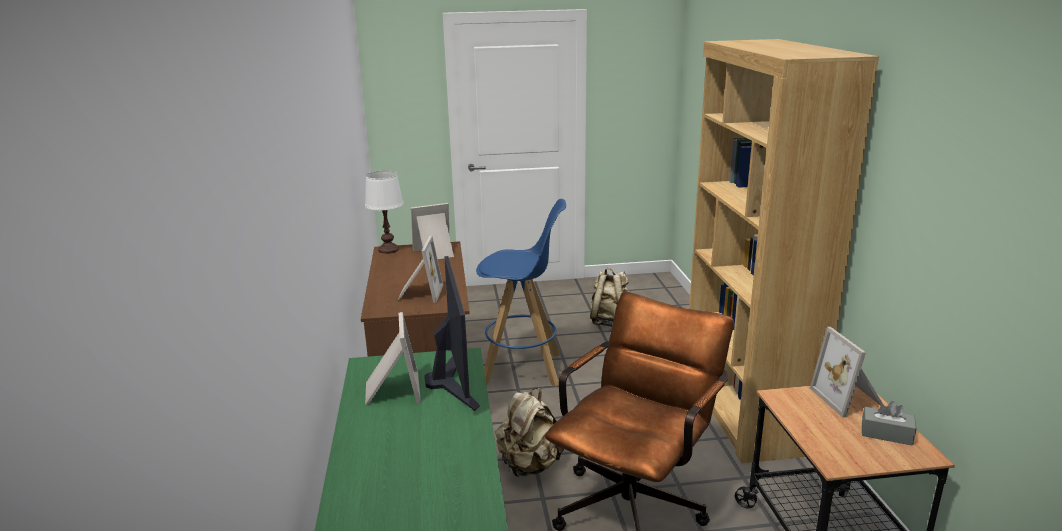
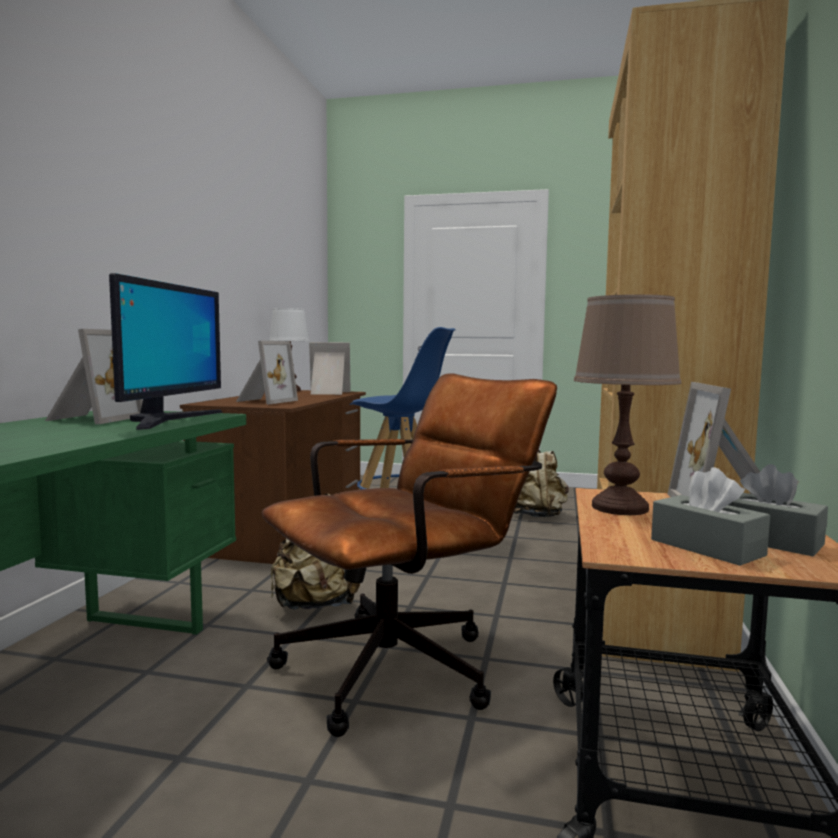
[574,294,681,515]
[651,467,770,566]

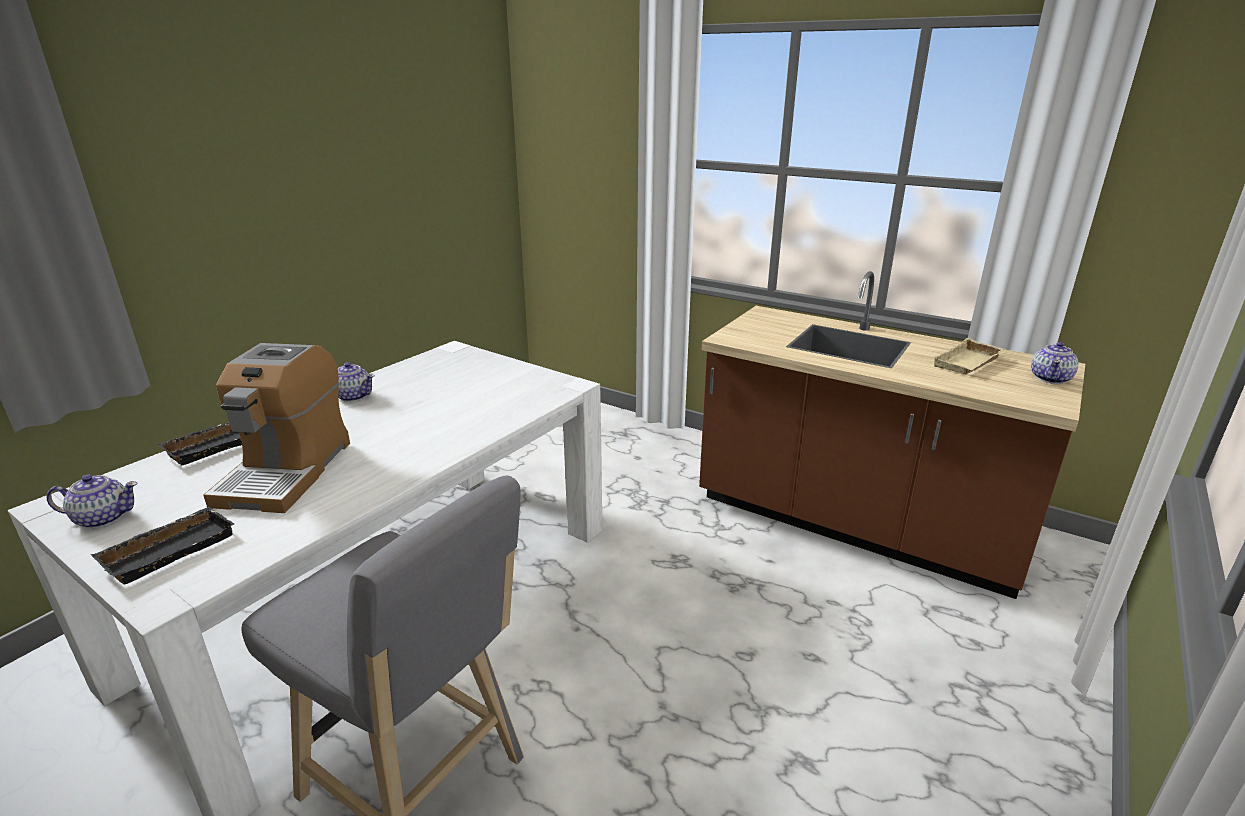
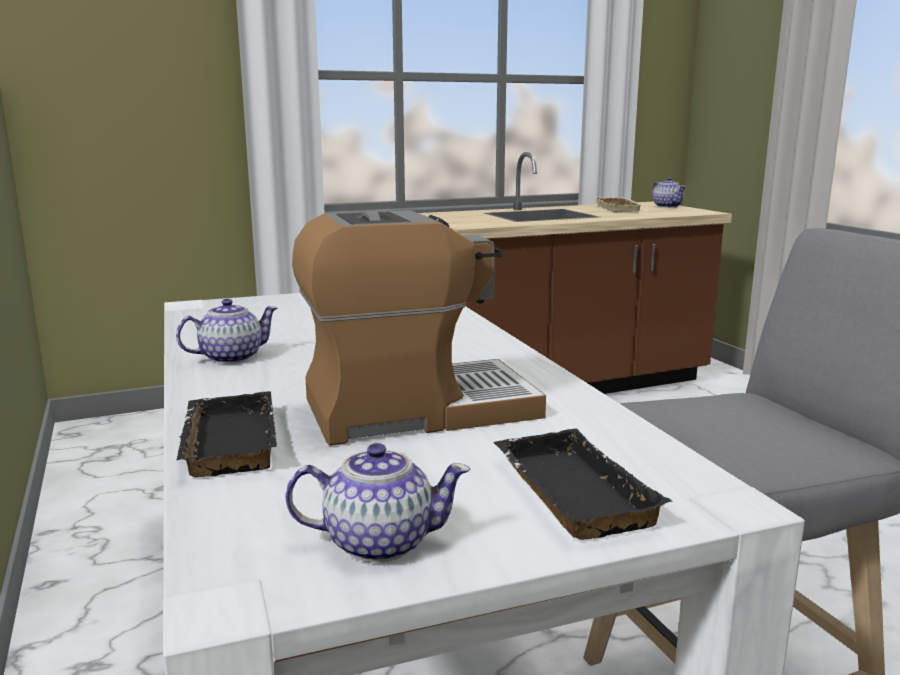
[292,210,546,446]
[285,443,471,563]

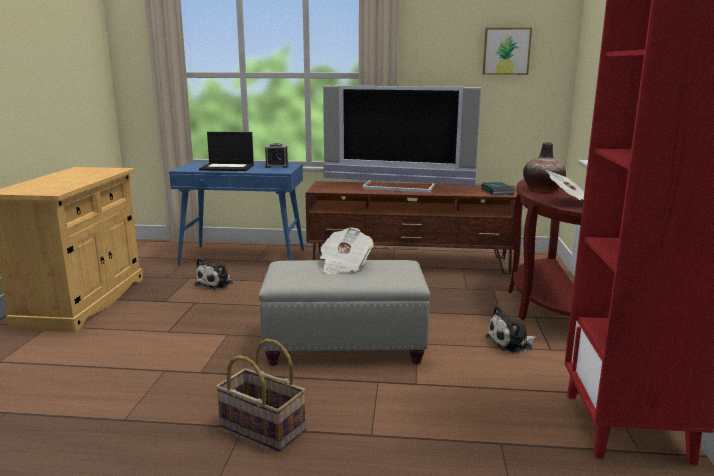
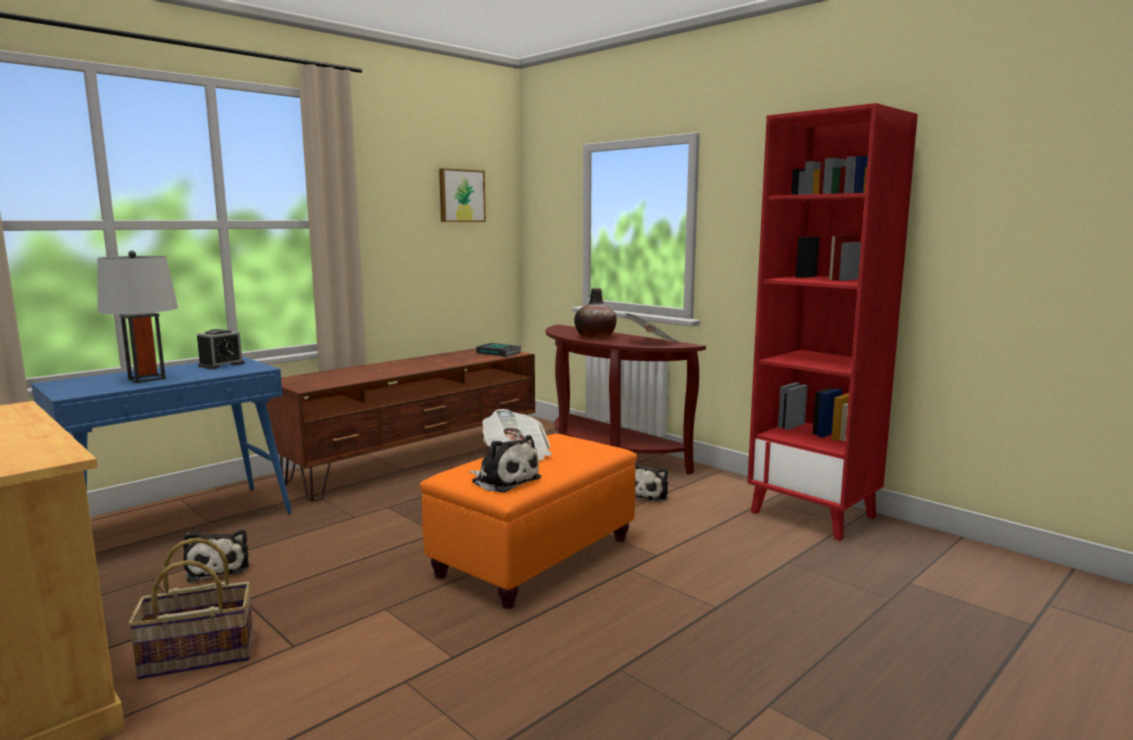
[323,85,482,192] (first image)
[98,251,178,383]
[420,434,637,609]
[128,538,254,680]
[469,435,541,493]

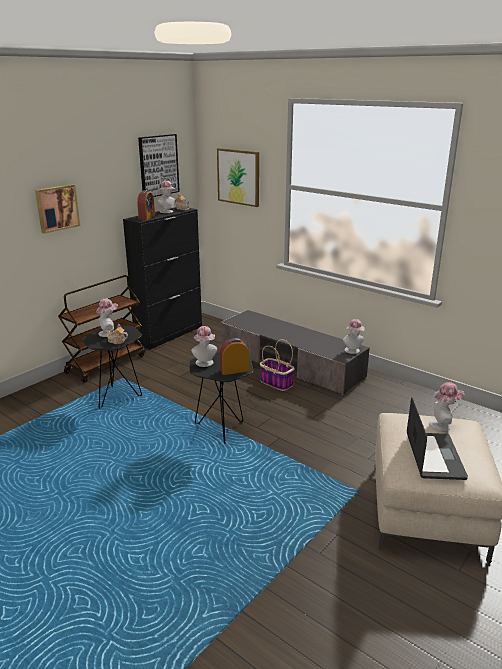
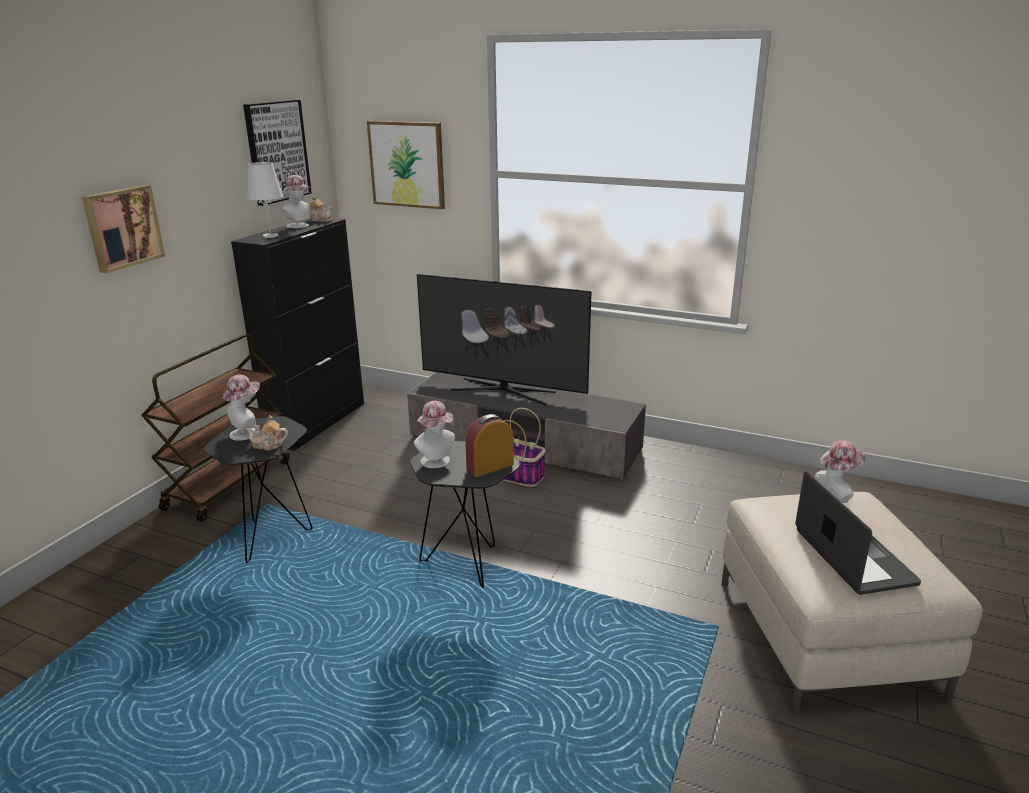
[247,162,283,238]
[343,319,365,354] (first image)
[417,274,591,405]

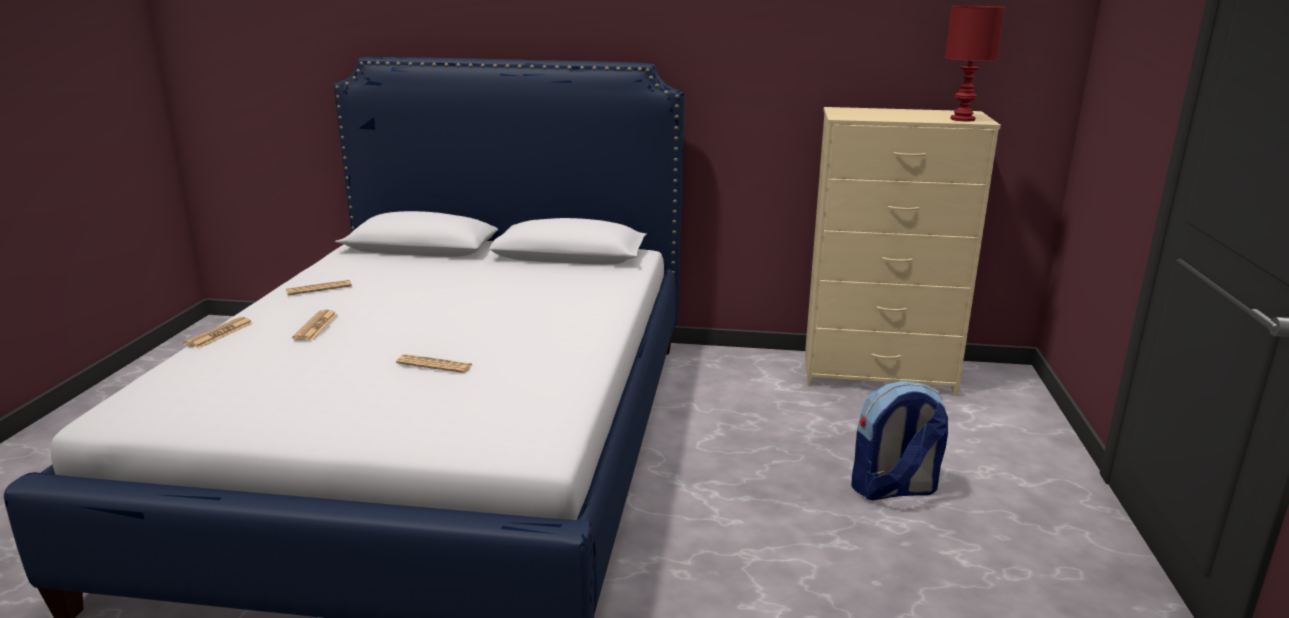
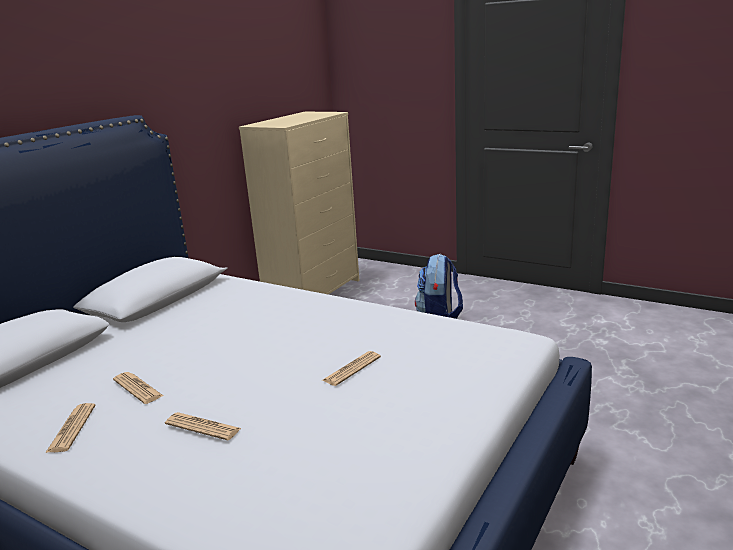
[945,6,1005,121] (first image)
[113,372,163,404]

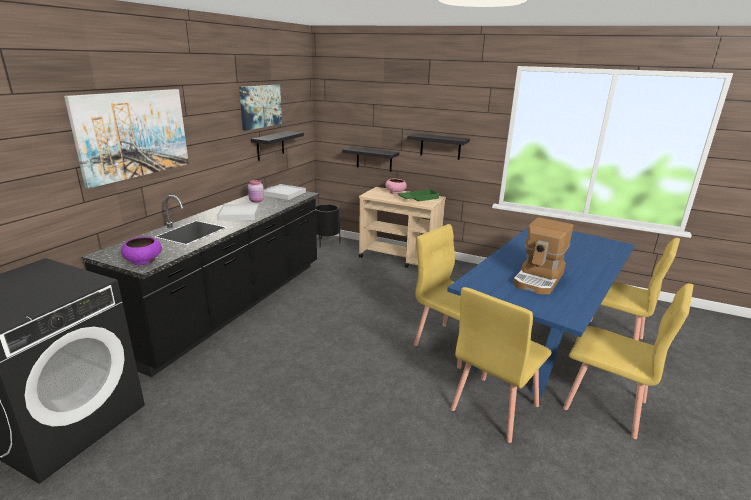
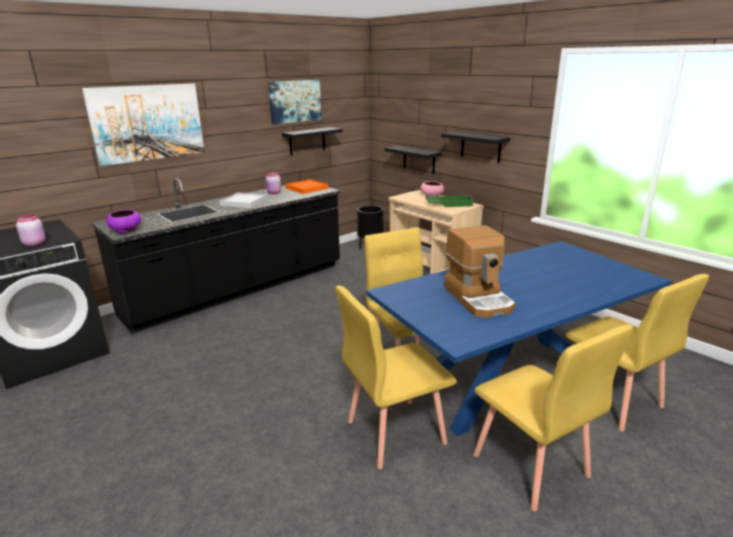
[286,179,328,194]
[444,225,515,318]
[16,215,46,246]

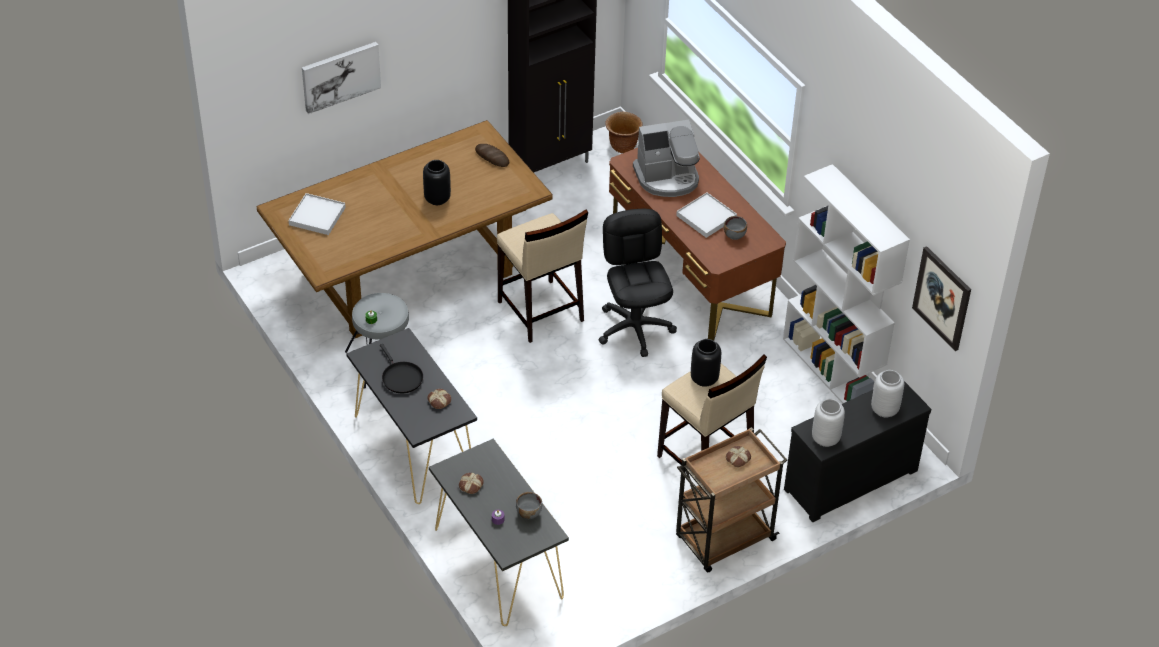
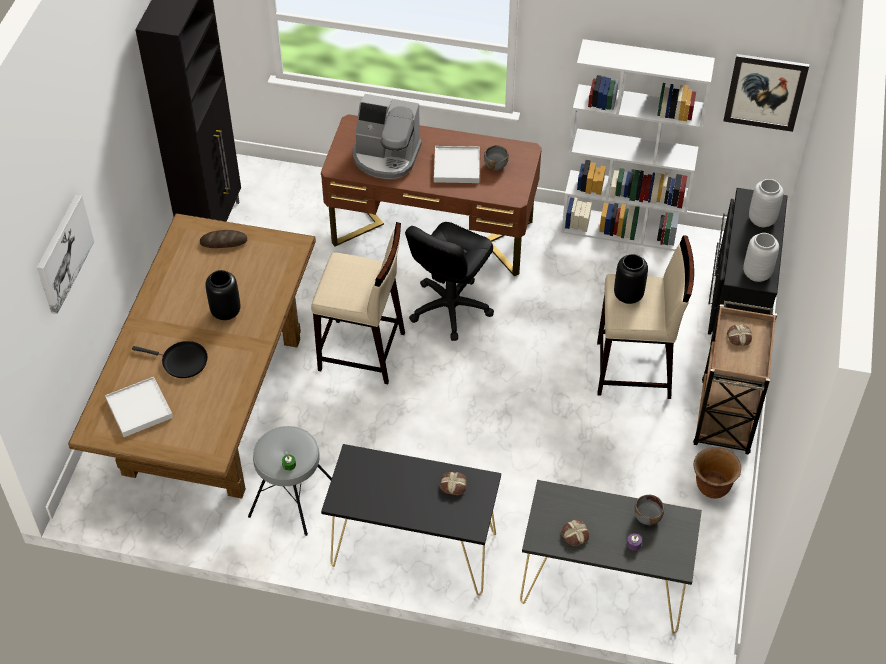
[694,447,741,499]
[352,94,422,179]
[405,222,494,341]
[132,341,208,378]

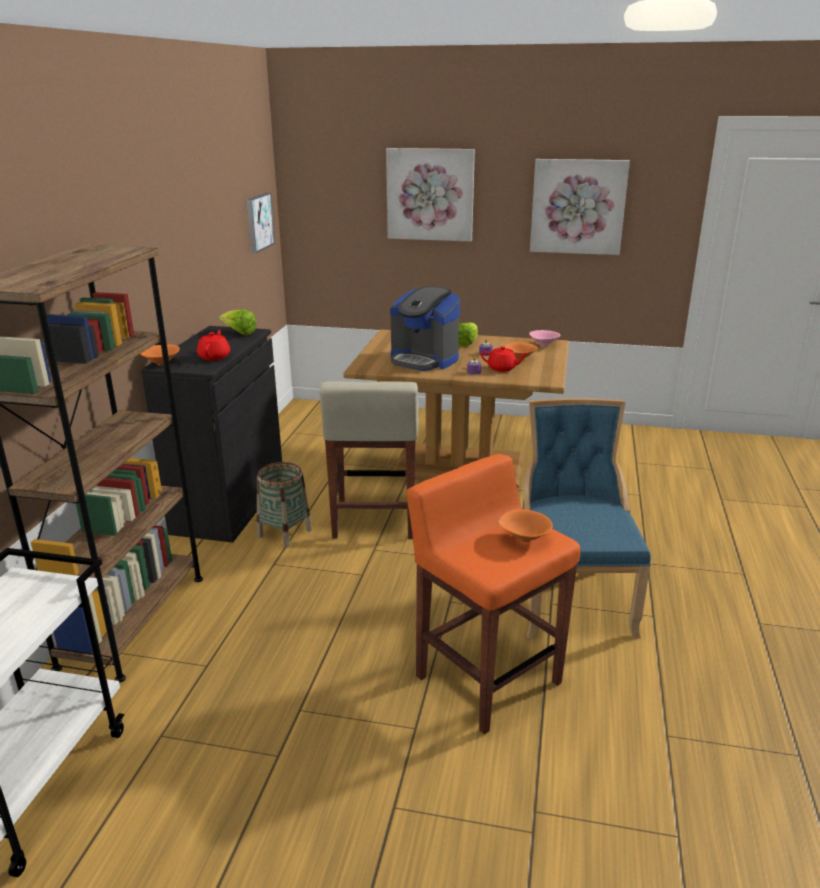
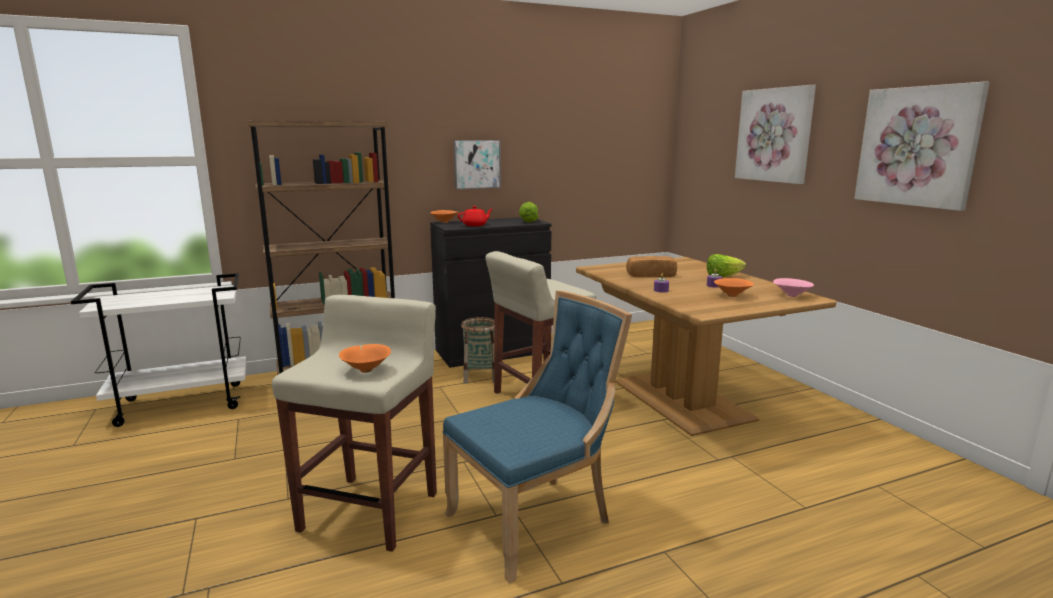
[454,140,501,189]
[626,256,677,277]
[481,346,527,372] (first image)
[272,295,437,552]

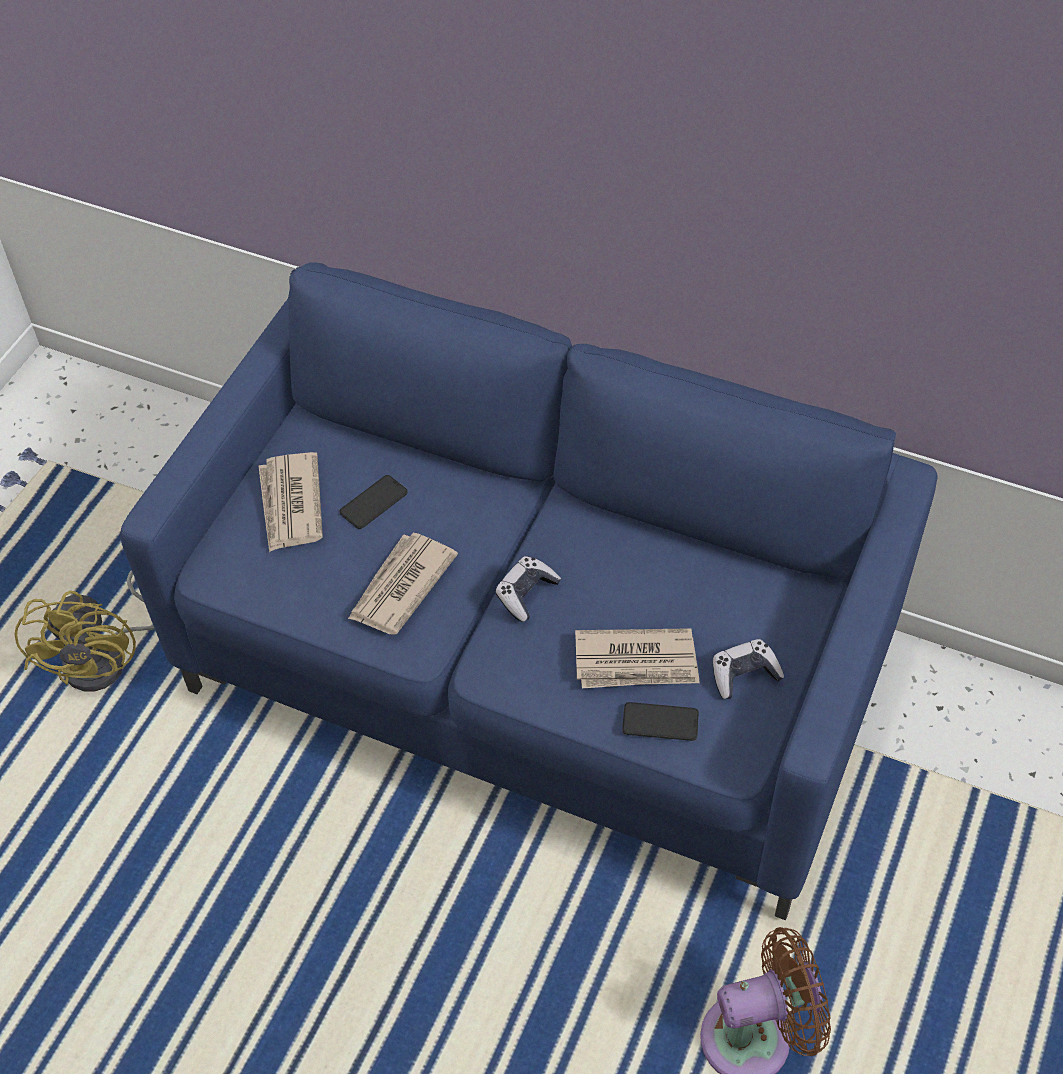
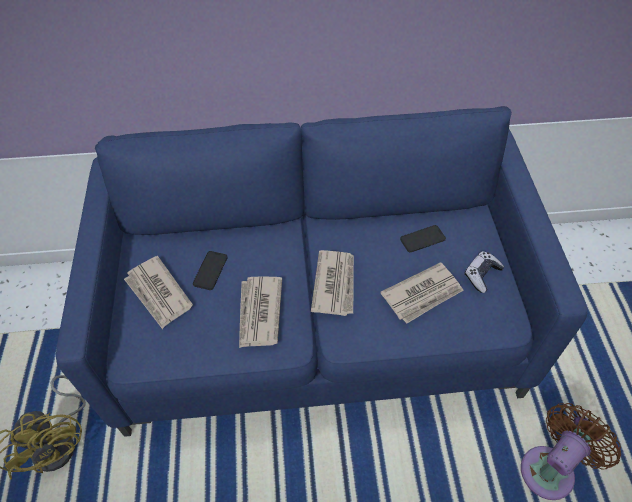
[311,250,354,316]
[400,225,446,253]

